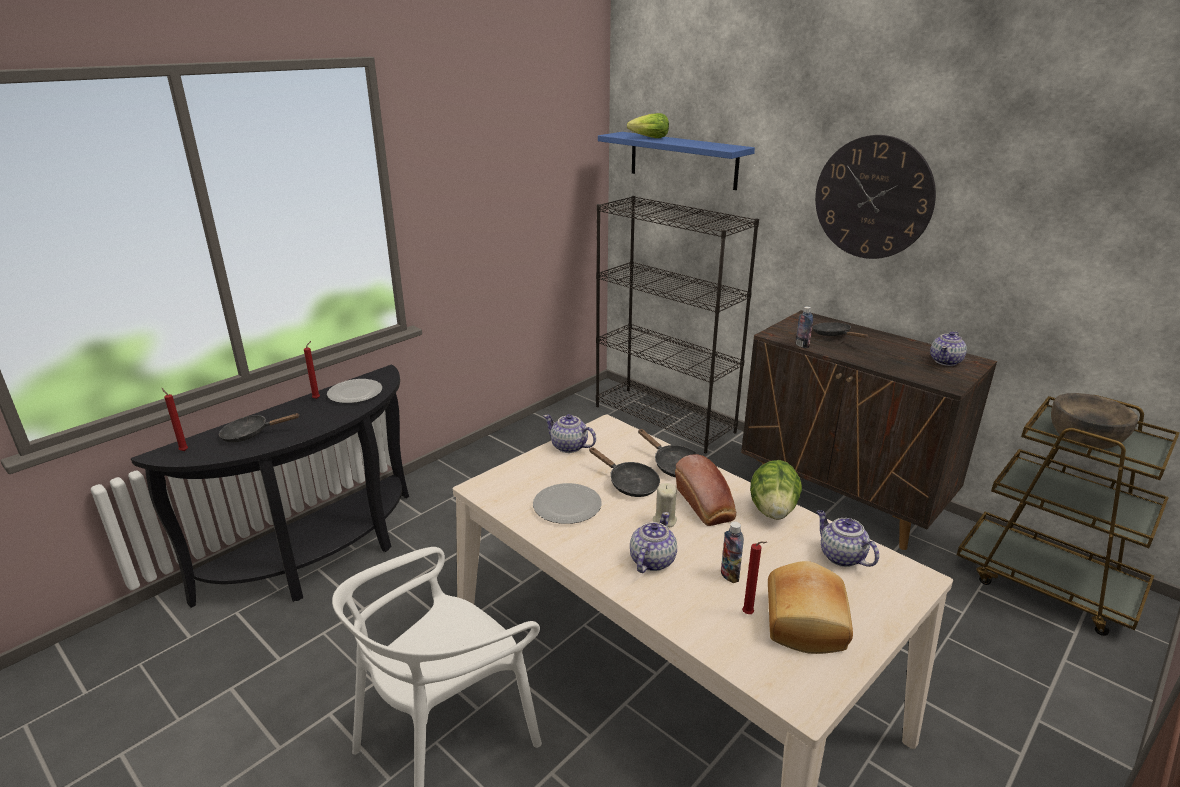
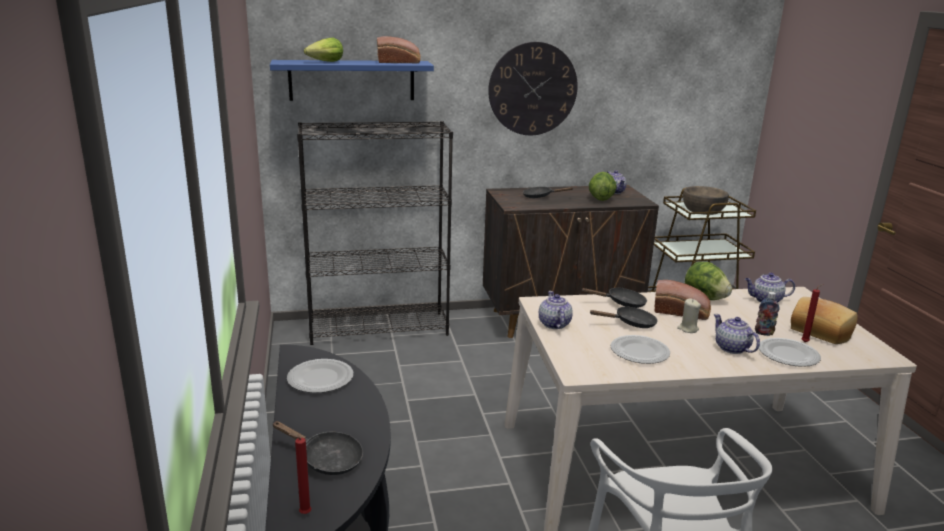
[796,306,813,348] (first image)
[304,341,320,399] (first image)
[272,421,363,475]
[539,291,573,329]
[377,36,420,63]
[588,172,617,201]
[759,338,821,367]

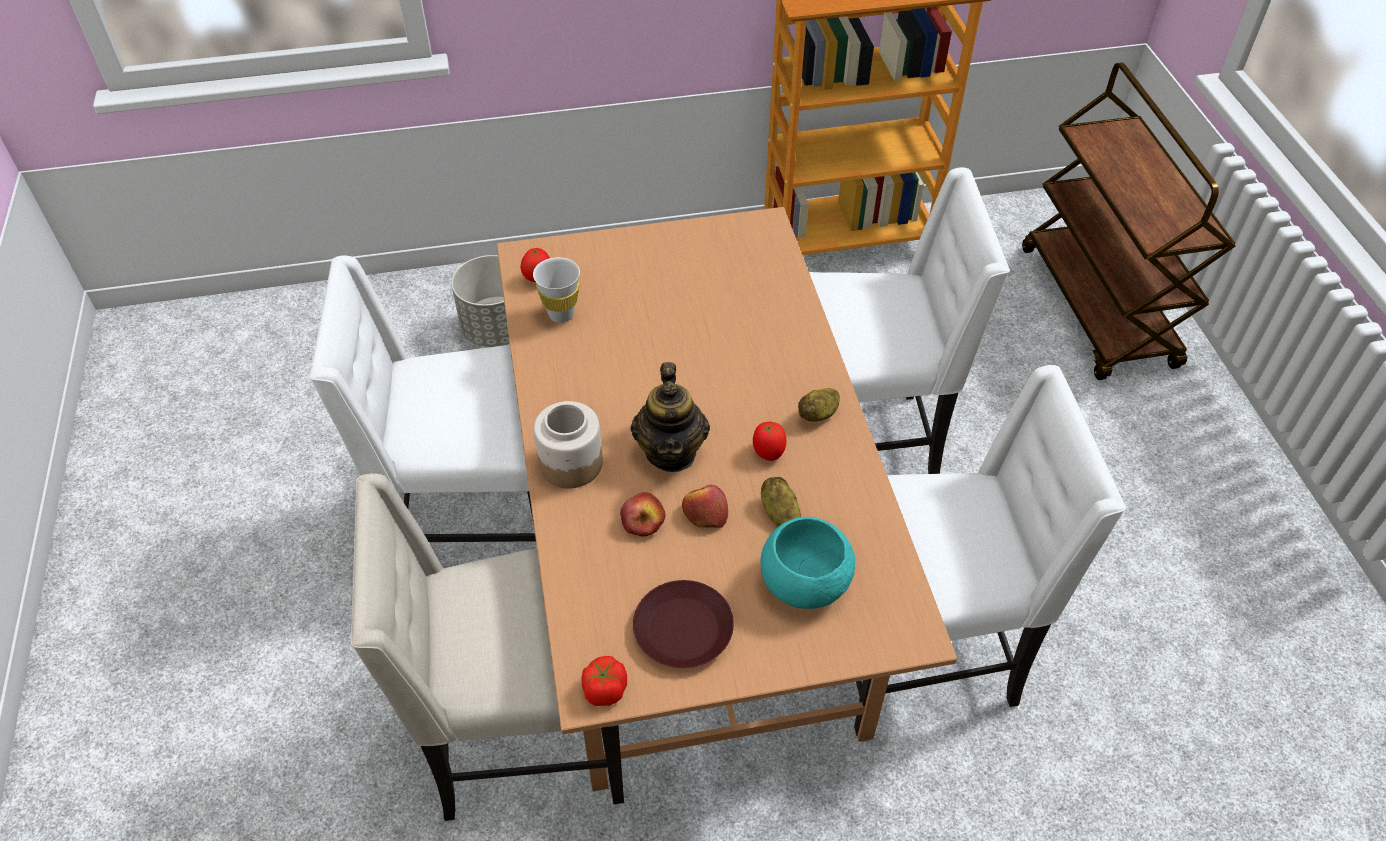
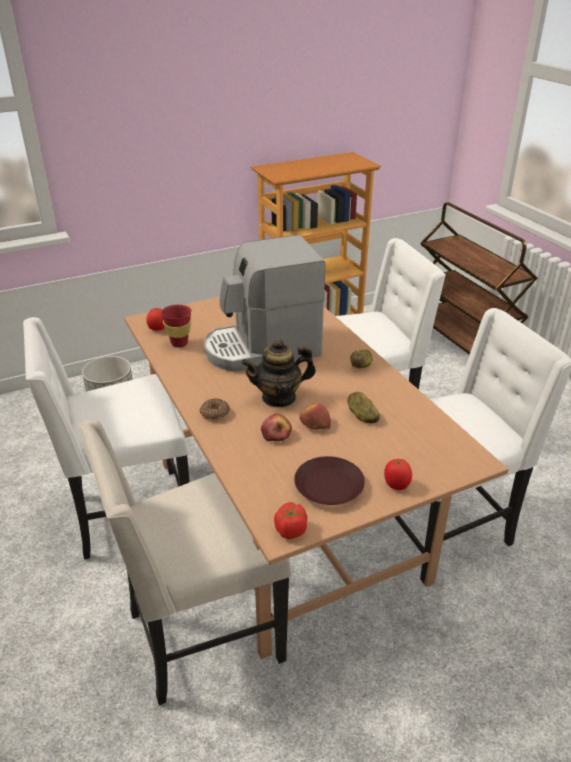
[161,304,192,347]
[241,338,316,408]
[200,398,230,421]
[384,459,412,490]
[760,517,855,609] (first image)
[204,235,325,372]

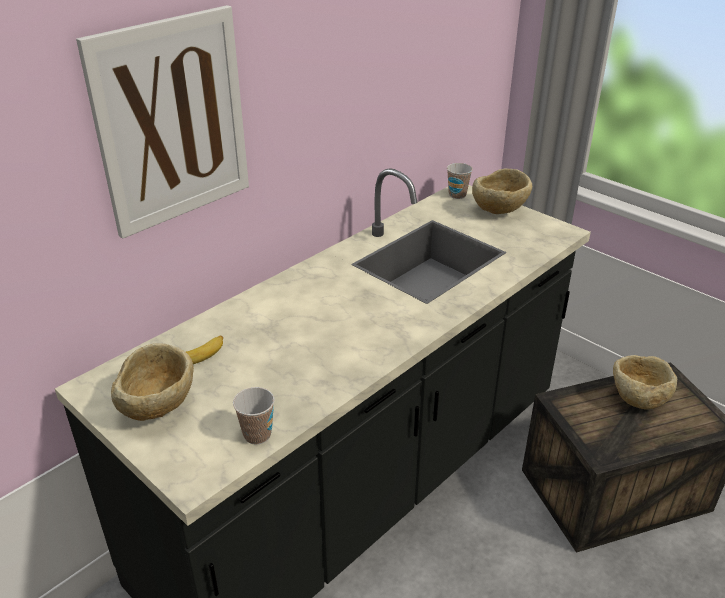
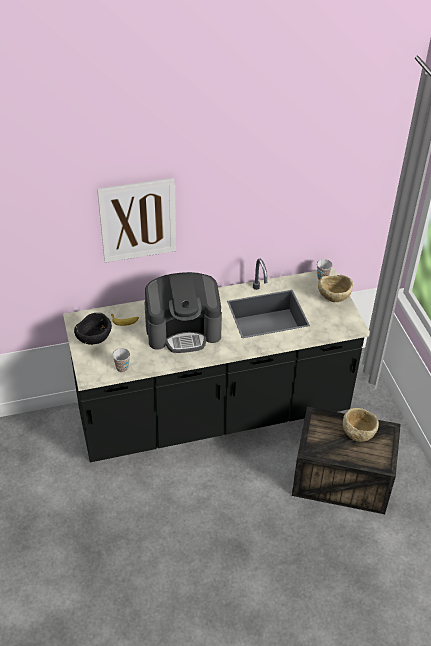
[74,313,112,345]
[145,272,222,353]

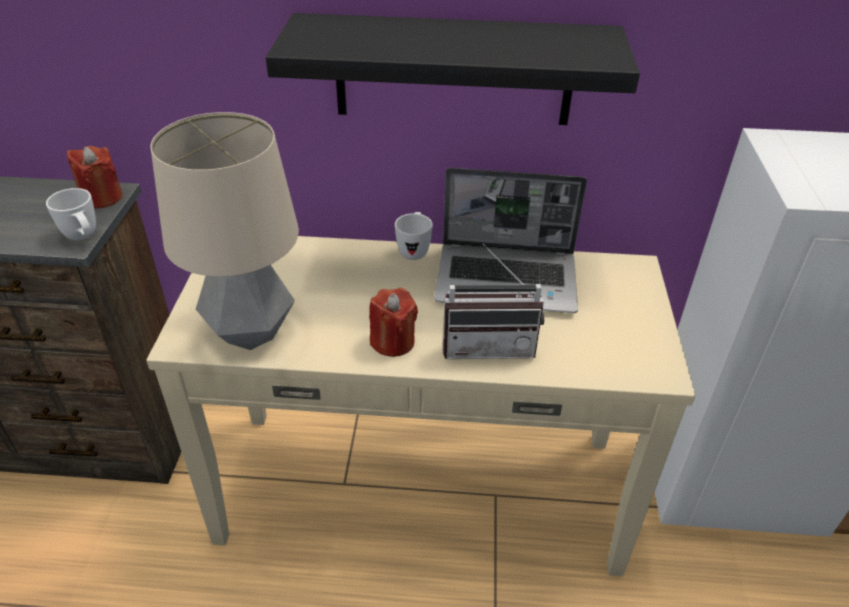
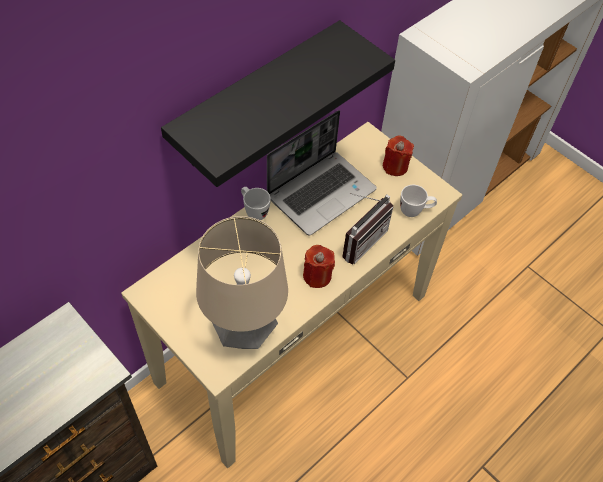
[383,135,414,176]
[400,185,437,217]

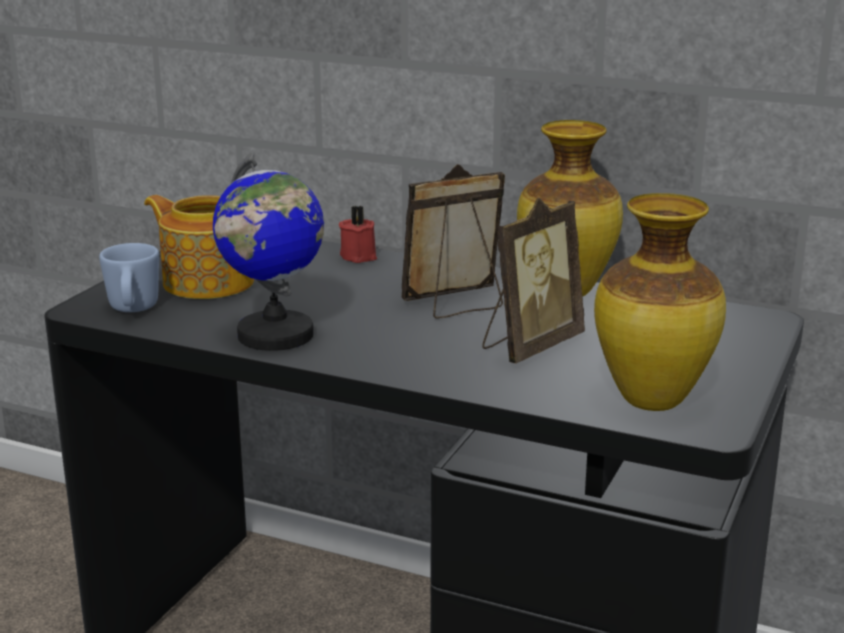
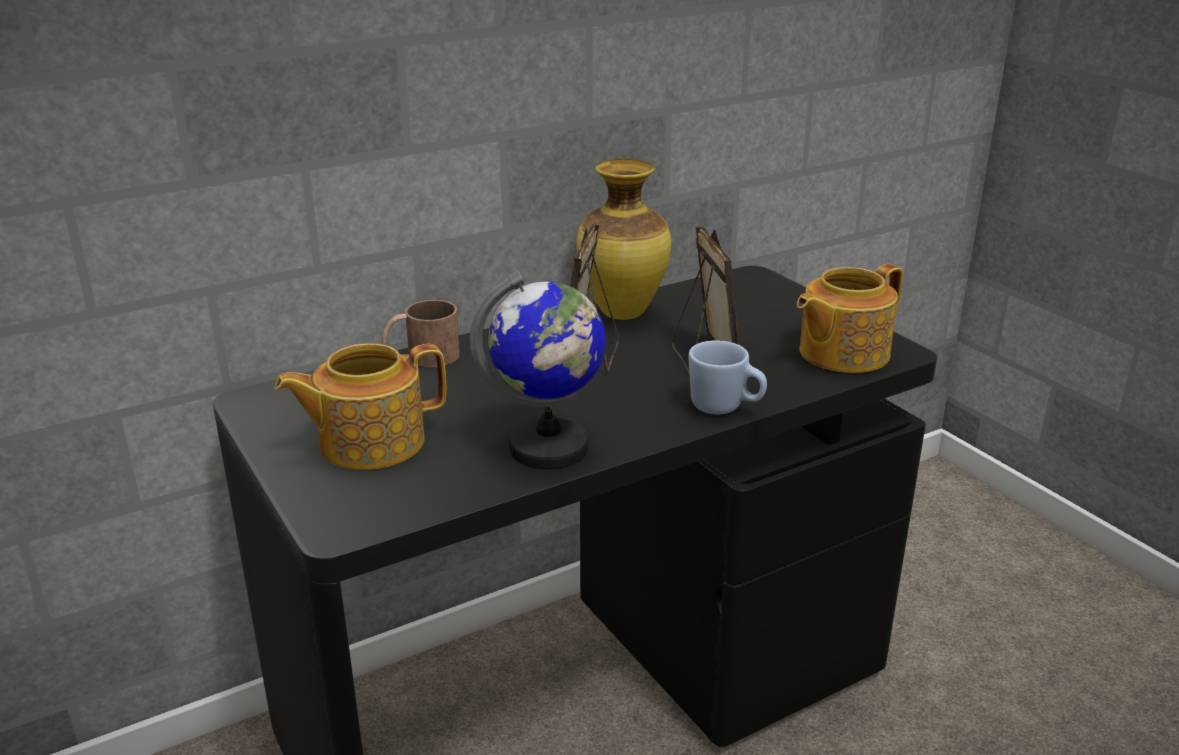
[797,264,903,373]
[381,300,460,367]
[688,340,767,414]

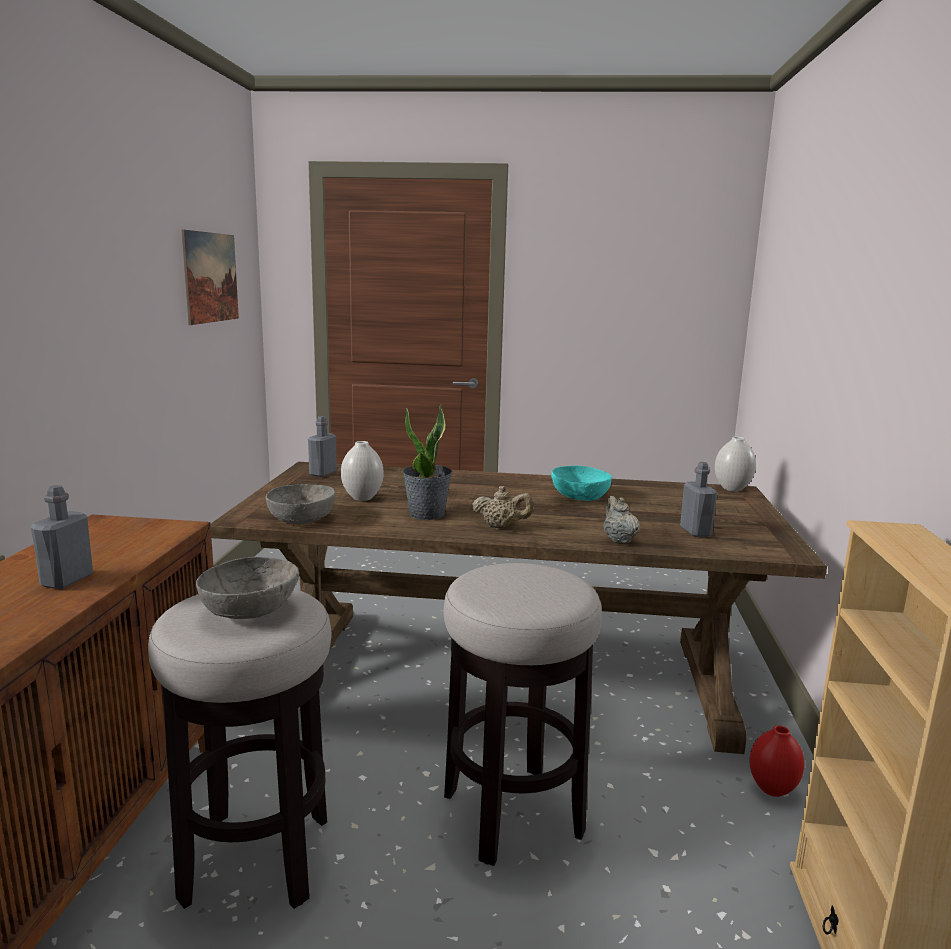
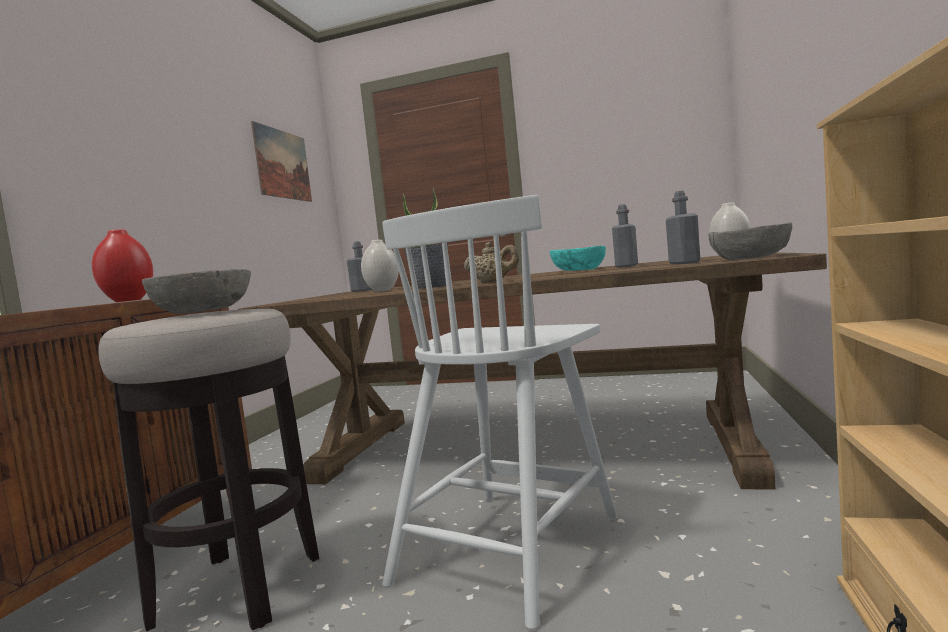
[709,222,792,260]
[612,204,638,268]
[604,496,640,543] (first image)
[382,195,617,630]
[92,230,153,302]

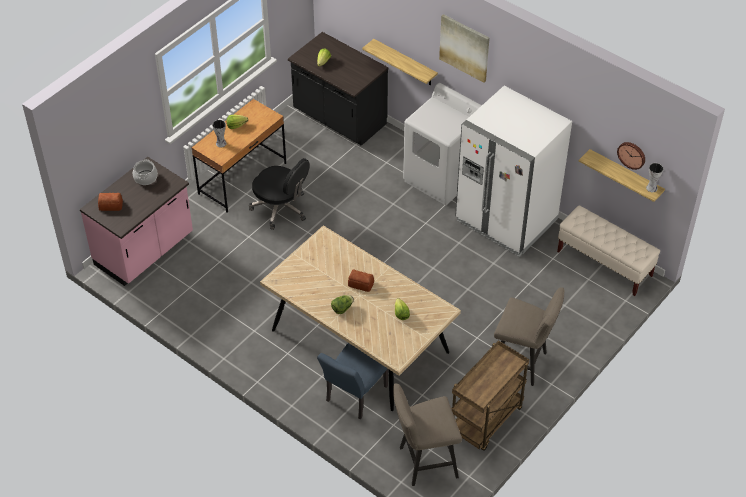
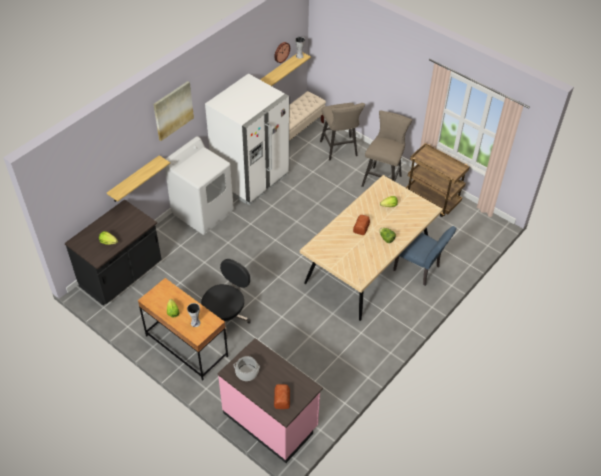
[320,103,365,161]

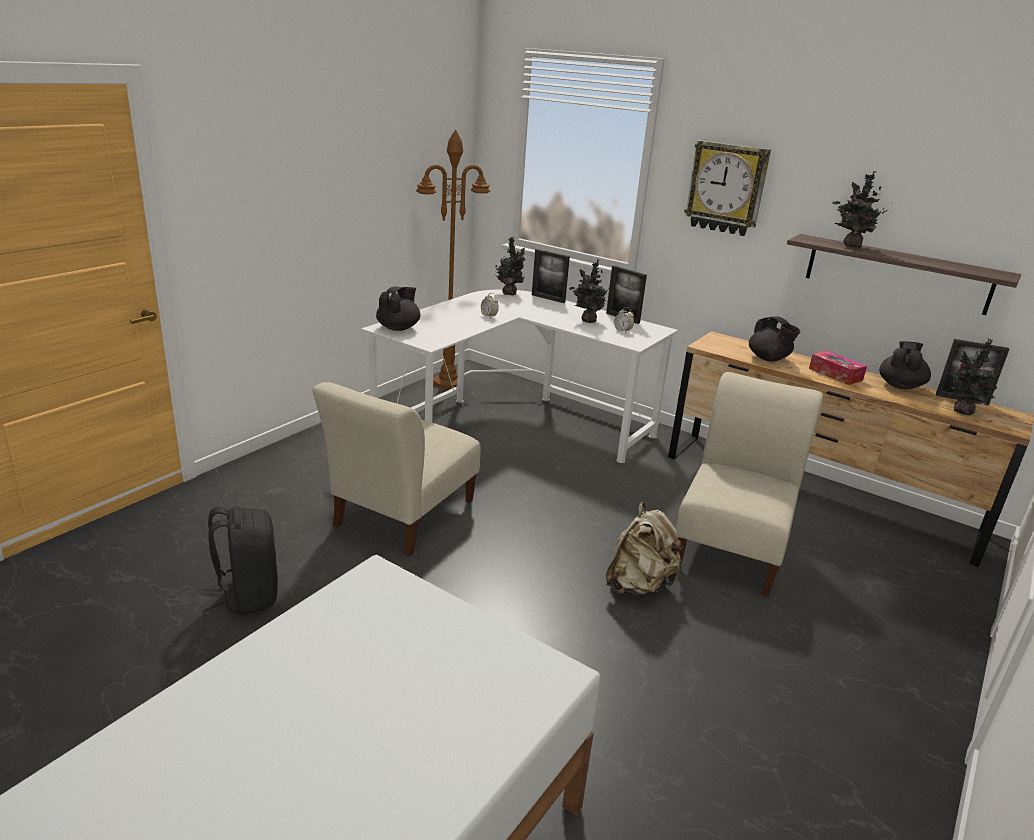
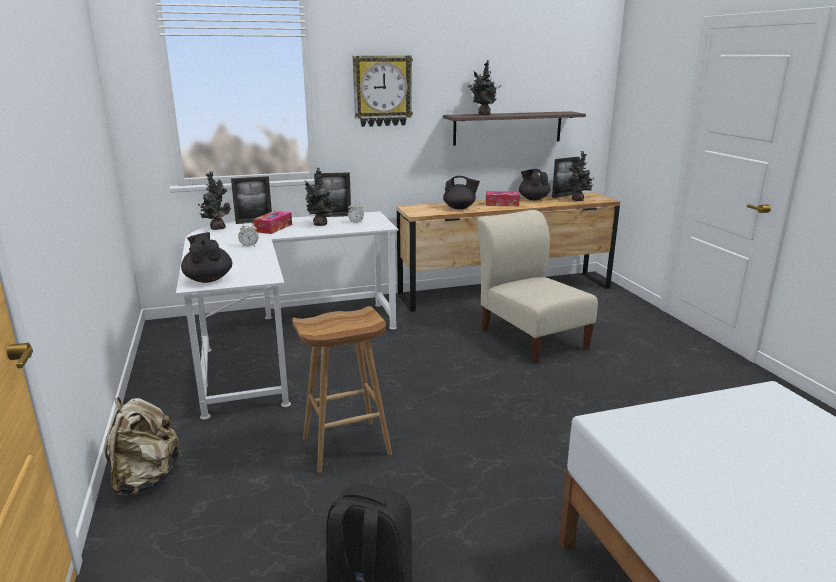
[416,130,490,389] (first image)
[292,306,392,473]
[104,397,182,496]
[253,211,292,234]

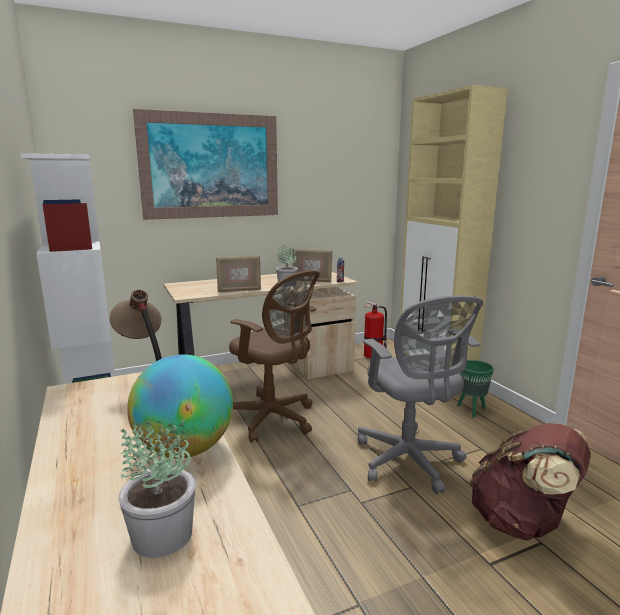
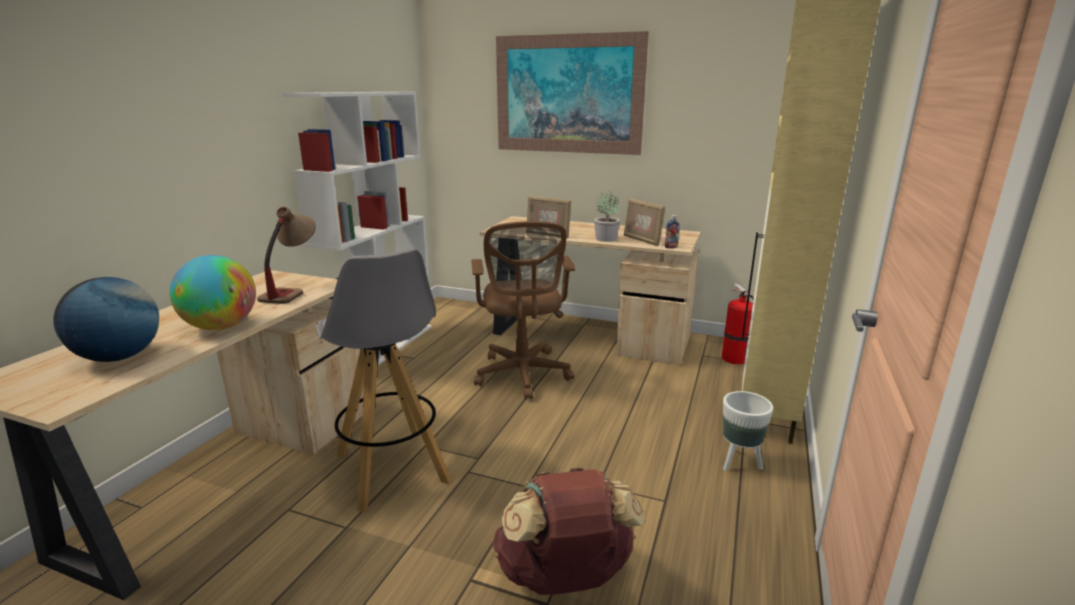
[357,295,483,494] (first image)
[723,391,773,471]
[53,277,159,362]
[316,249,451,513]

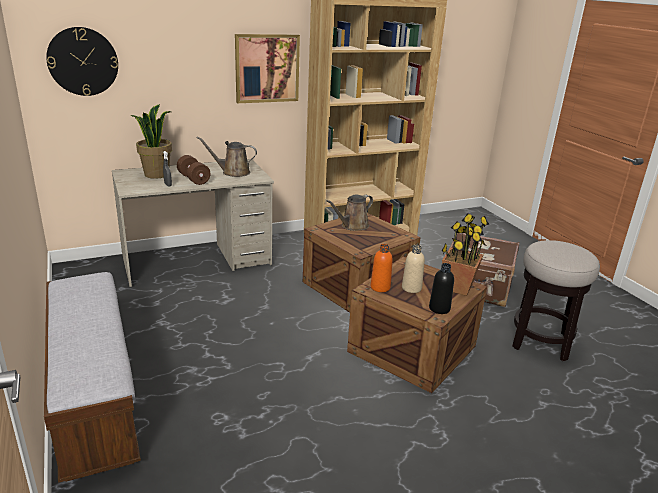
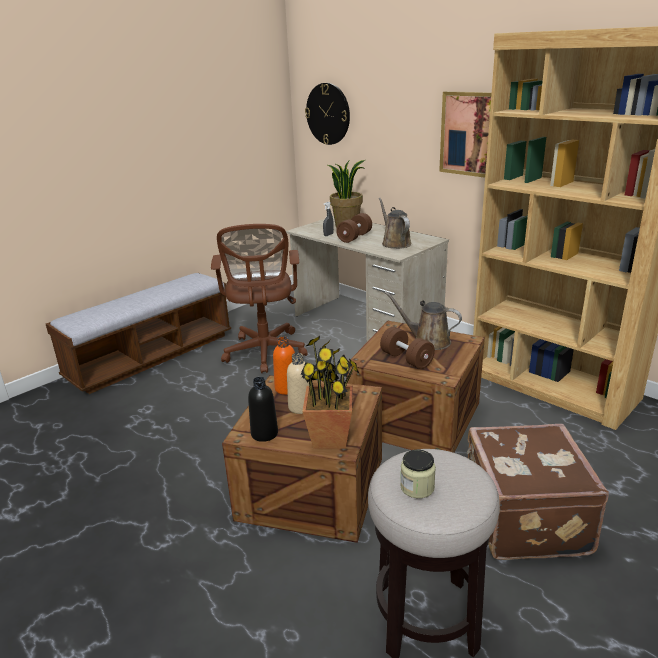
[211,224,308,373]
[380,327,435,369]
[400,449,436,498]

